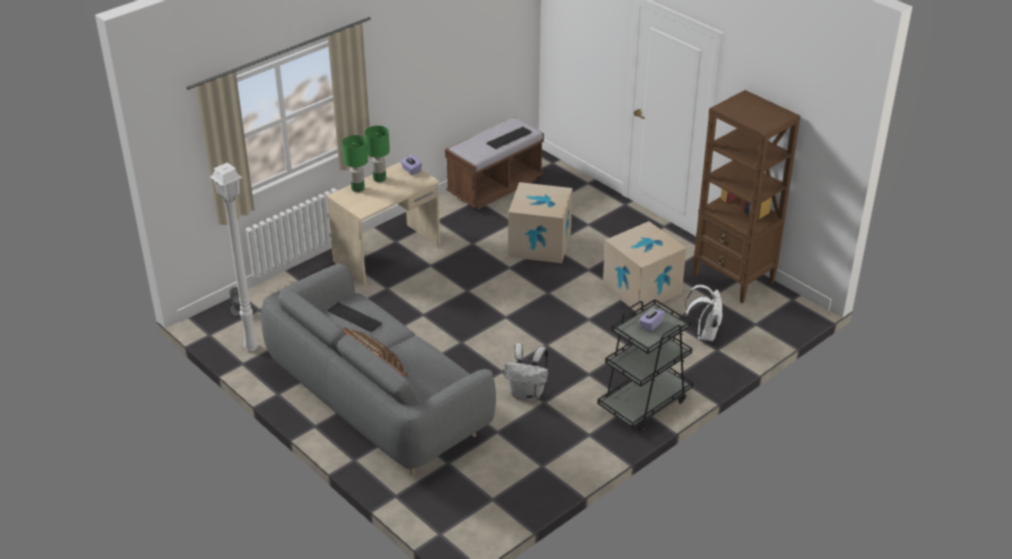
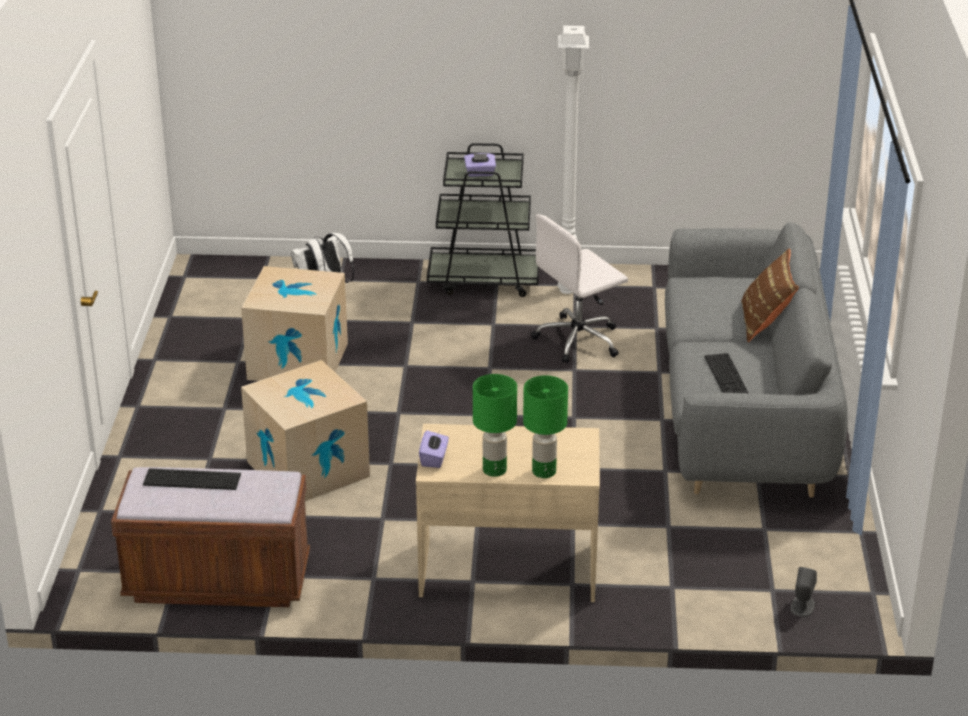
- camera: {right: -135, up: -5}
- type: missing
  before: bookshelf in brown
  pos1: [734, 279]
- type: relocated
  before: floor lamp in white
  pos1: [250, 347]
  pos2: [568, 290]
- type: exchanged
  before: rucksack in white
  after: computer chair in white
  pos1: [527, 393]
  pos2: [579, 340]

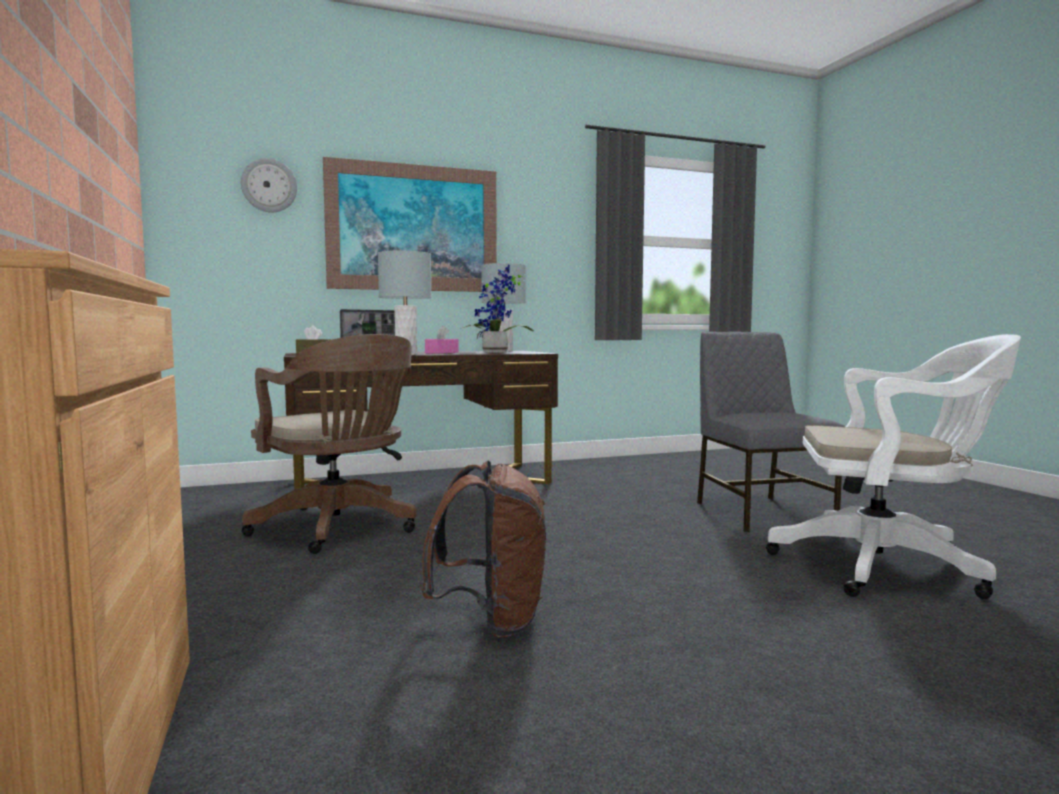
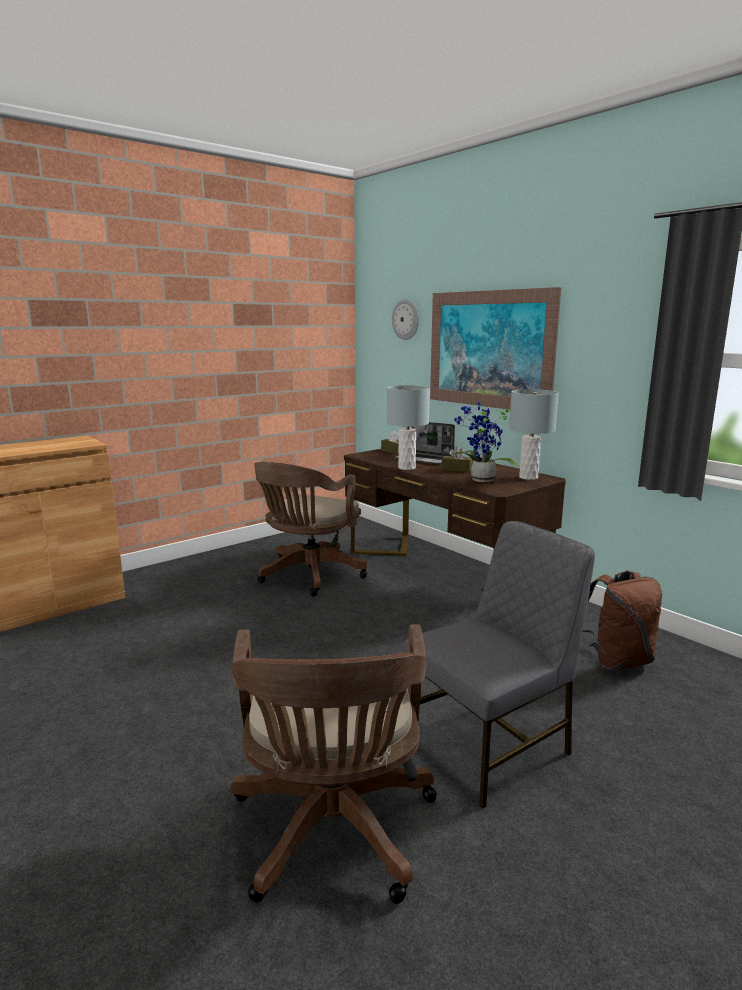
- camera: {right: 70, up: 10}
- type: relocated
  before: rucksack in brown
  pos1: [492, 620]
  pos2: [616, 661]
- type: colour
  before: box of tissues in pink
  after: box of tissues in brown
  pos1: [441, 352]
  pos2: [456, 469]
- type: colour
  before: computer chair in white
  after: computer chair in brown
  pos1: [887, 567]
  pos2: [333, 834]

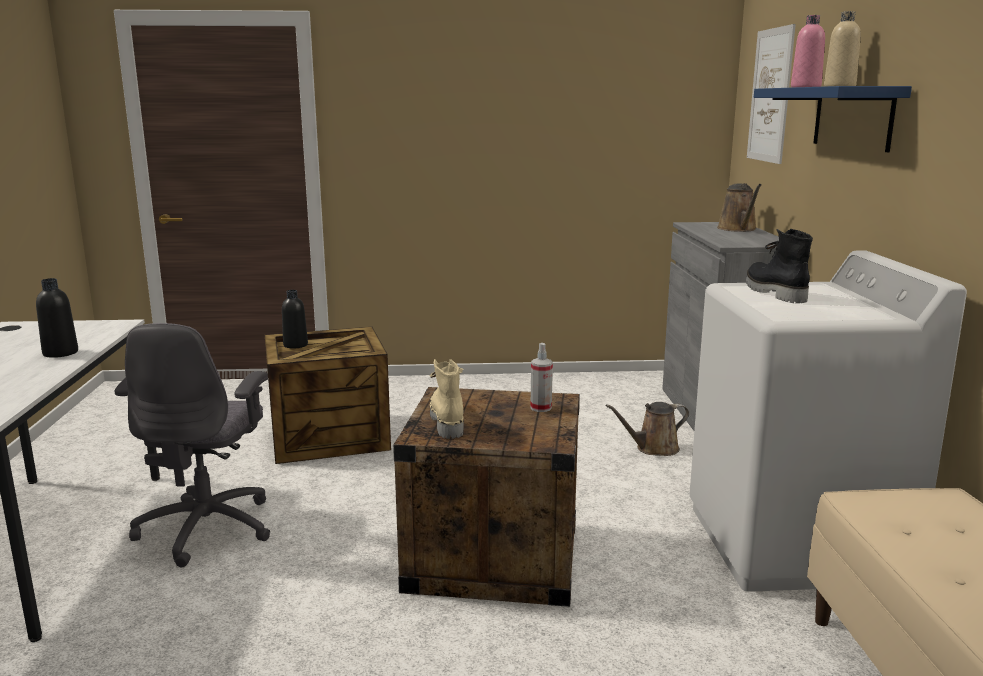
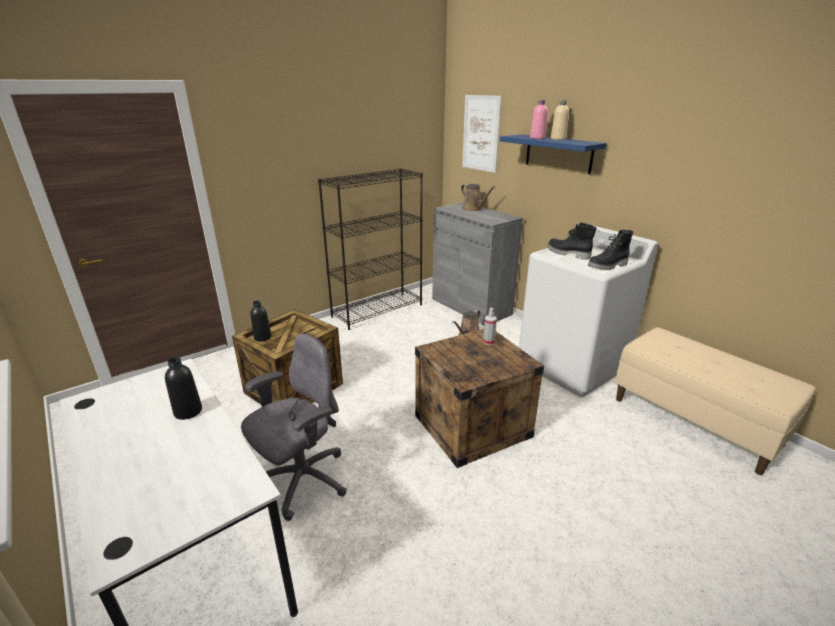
- camera: {right: -35, up: 10}
- type: missing
  before: boot in beige
  pos1: [446, 420]
- type: appeared
  after: bookshelf in blackish
  pos2: [378, 310]
- type: appeared
  after: boot in blackish
  pos2: [608, 266]
- type: spun
  before: computer chair in greyish
  pos1: [208, 528]
  pos2: [301, 481]
  turn: -105

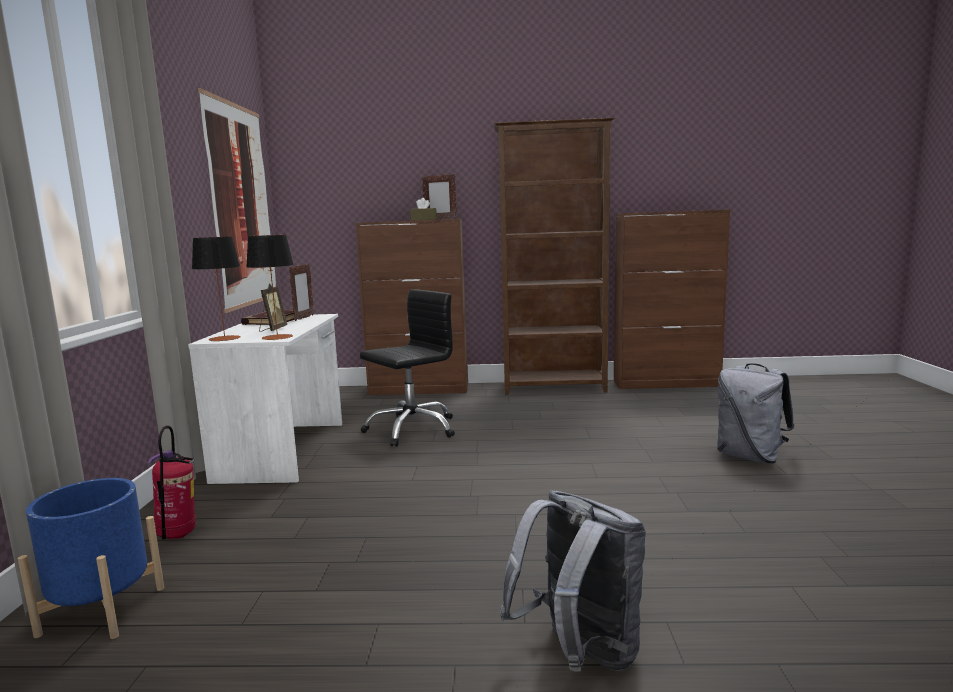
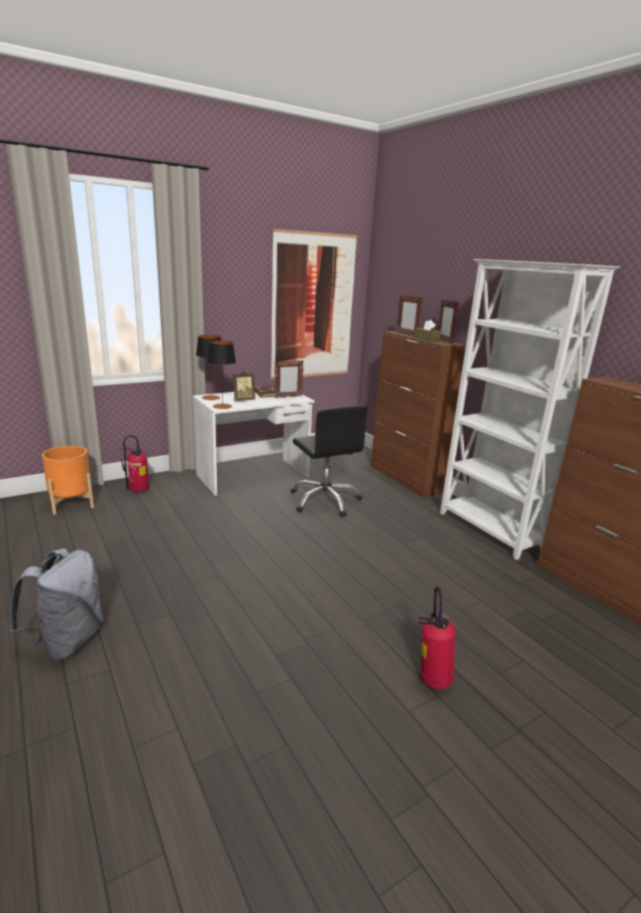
- camera: {right: 55, up: 10}
- type: appeared
  after: picture frame
  pos2: [406, 334]
- type: exchanged
  before: rucksack in greyish
  after: fire-fighting cylinder
  pos1: [750, 456]
  pos2: [432, 679]
- type: colour
  before: planter in bluish
  after: planter in orangey
  pos1: [103, 611]
  pos2: [72, 503]
- type: colour
  before: bookshelf in brown
  after: bookshelf in white
  pos1: [555, 388]
  pos2: [489, 531]
- type: spun
  before: computer chair in blackish
  pos1: [411, 429]
  pos2: [325, 500]
  turn: 45

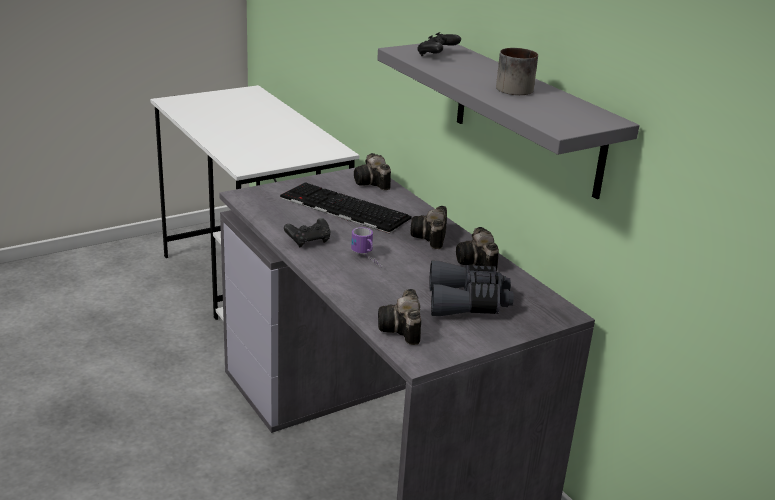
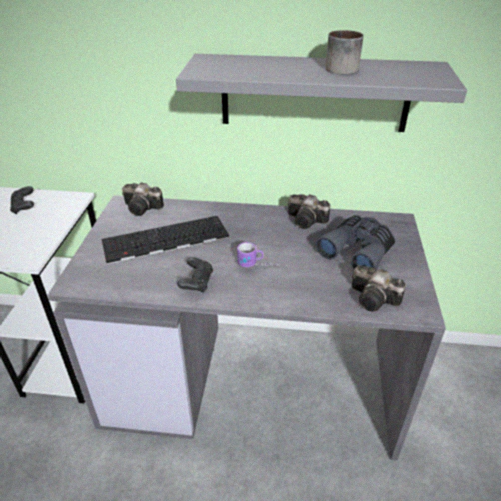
- camera: {right: -50, up: 10}
- type: missing
  before: still camera
  pos1: [430, 238]
- type: relocated
  before: joypad in blackish
  pos1: [437, 55]
  pos2: [24, 207]

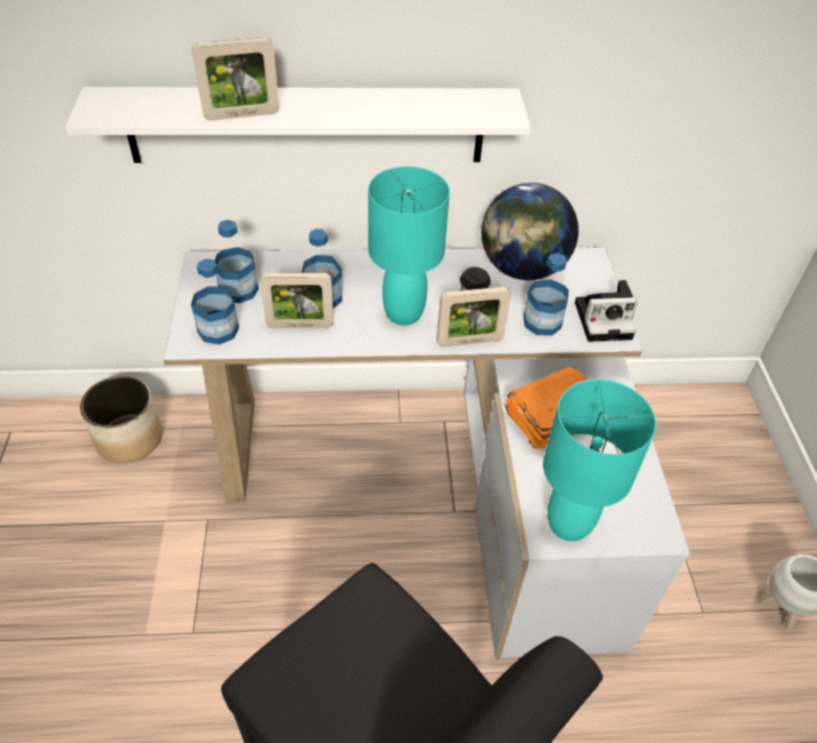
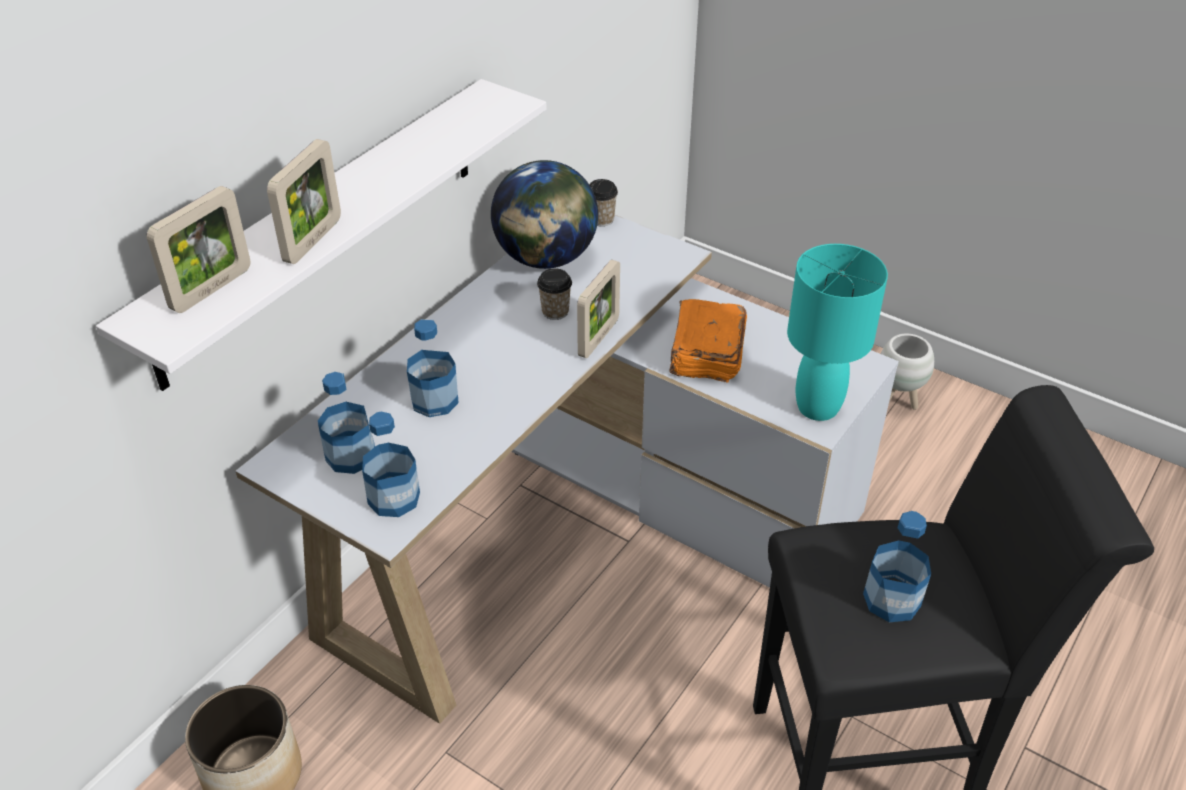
- camera: {right: -50, up: -5}
- type: missing
  before: tabletop lamp in blue-green
  pos1: [403, 313]
- type: missing
  before: still camera
  pos1: [605, 320]
- type: appeared
  after: cup
  pos2: [601, 220]
- type: relocated
  before: picture frame
  pos1: [300, 325]
  pos2: [211, 289]
- type: relocated
  before: bottle
  pos1: [542, 322]
  pos2: [892, 599]

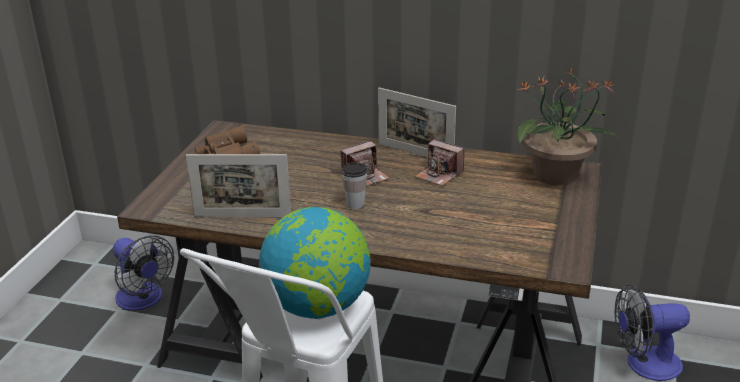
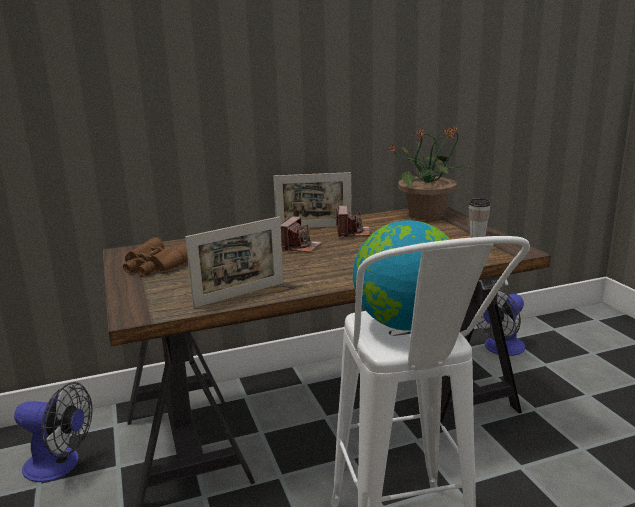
- camera: {right: -35, up: -10}
- type: relocated
  before: cup
  pos1: [355, 204]
  pos2: [477, 234]
- type: spun
  before: still camera
  pos1: [439, 175]
  pos2: [352, 233]
  turn: -90

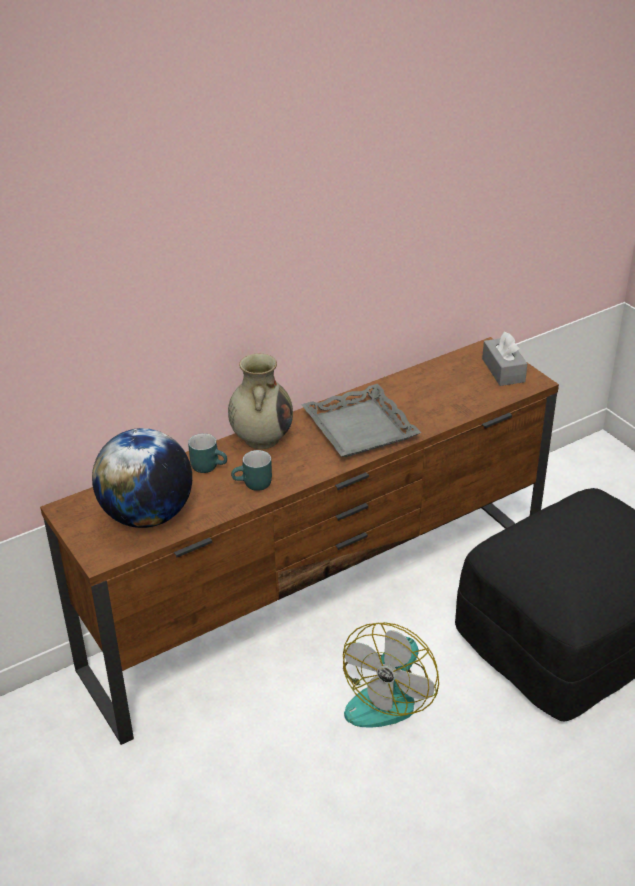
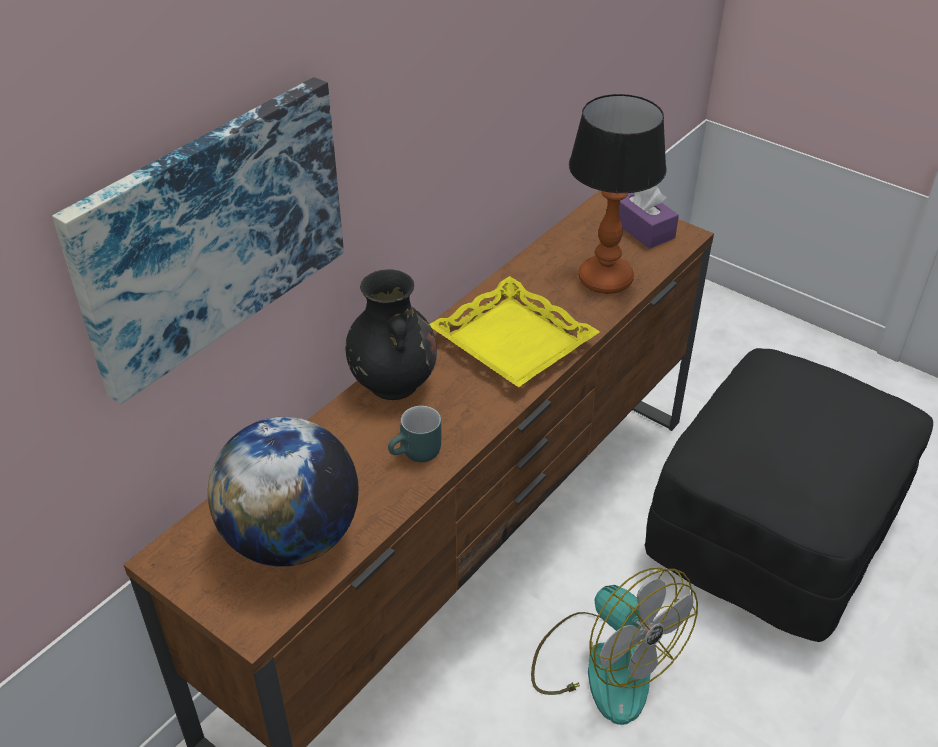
- camera: {right: -20, up: 5}
- type: missing
  before: mug in blue-green
  pos1: [209, 465]
- type: appeared
  after: wall picture
  pos2: [211, 232]
- type: appeared
  after: tabletop lamp
  pos2: [606, 279]
- type: colour
  before: decorative vase in beige
  after: decorative vase in blackish
  pos1: [261, 438]
  pos2: [393, 382]
- type: colour
  before: serving tray in greyish
  after: serving tray in yellow-coloured
  pos1: [359, 428]
  pos2: [512, 341]
- type: colour
  before: box of tissues in greyish
  after: box of tissues in purplish
  pos1: [503, 370]
  pos2: [641, 228]
- type: spun
  before: cooling fan
  pos1: [388, 695]
  pos2: [604, 664]
  turn: -45

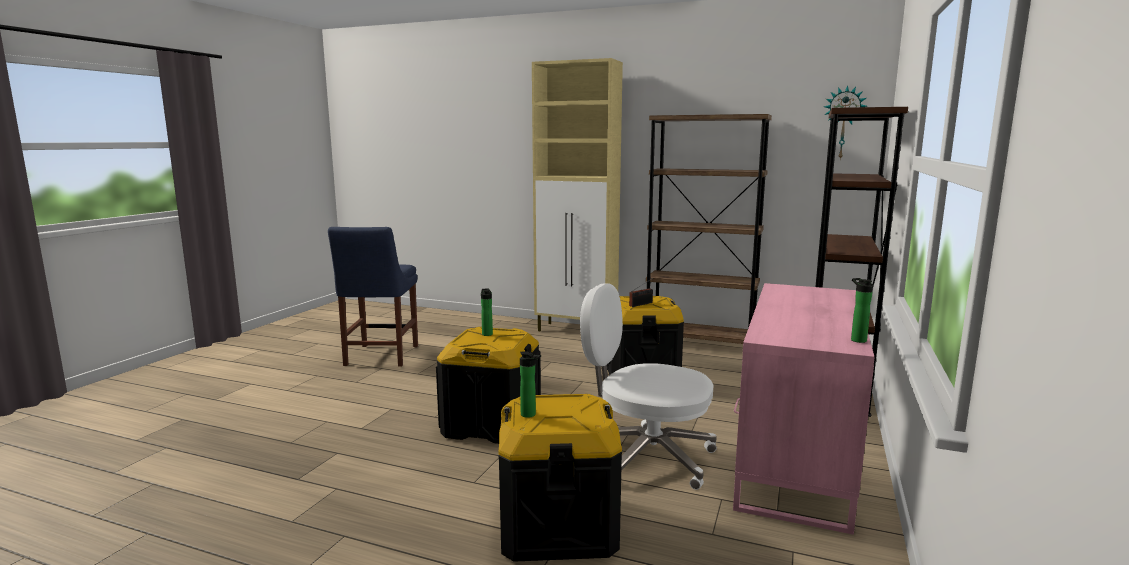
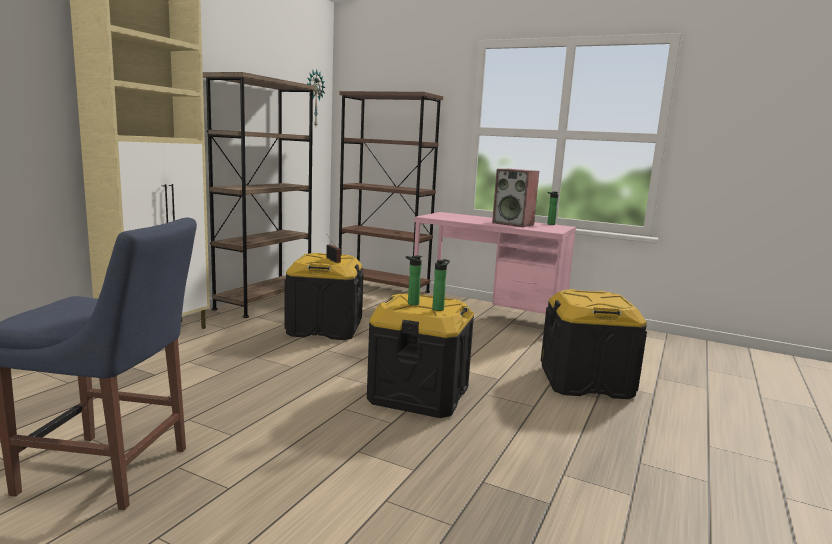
- camera: {right: -85, up: 0}
- type: missing
  before: computer chair in white
  pos1: [646, 457]
- type: appeared
  after: loudspeaker
  pos2: [513, 224]
- type: relocated
  before: bottle
  pos1: [530, 415]
  pos2: [439, 309]

